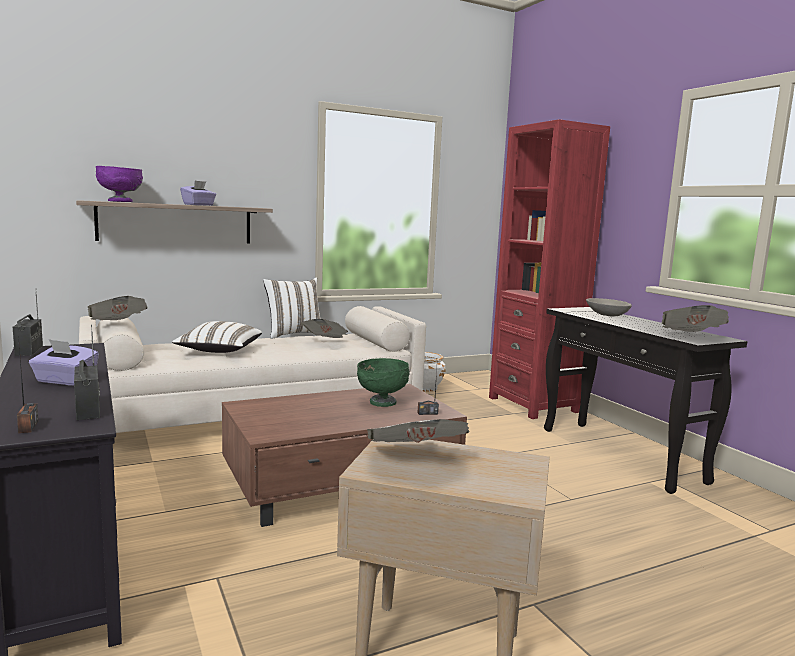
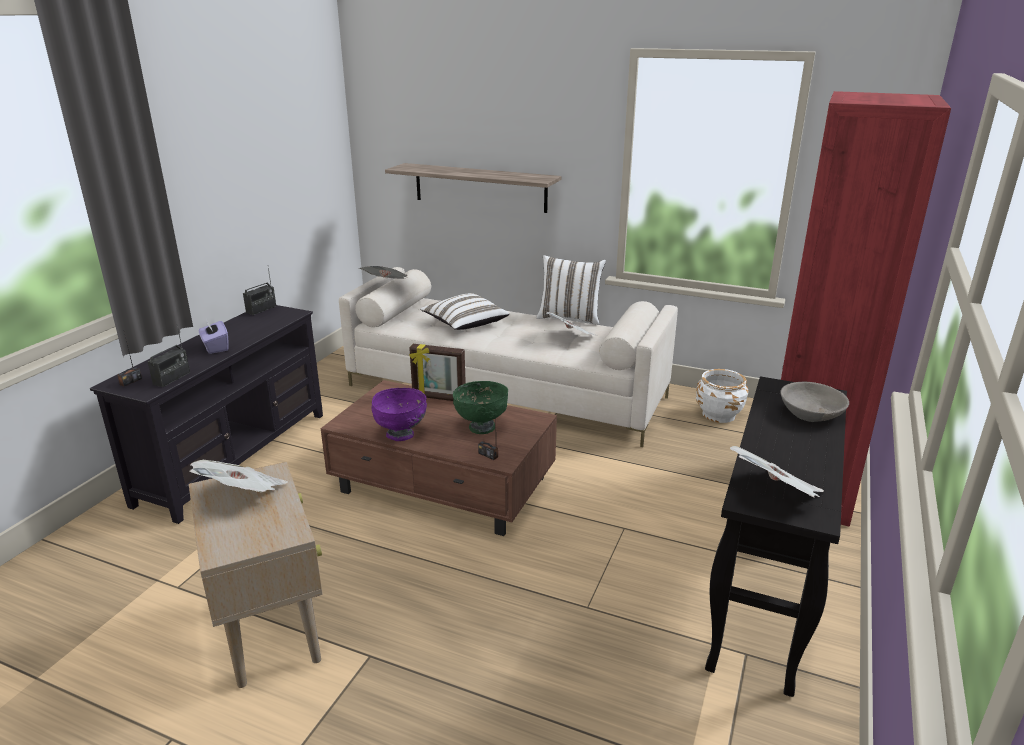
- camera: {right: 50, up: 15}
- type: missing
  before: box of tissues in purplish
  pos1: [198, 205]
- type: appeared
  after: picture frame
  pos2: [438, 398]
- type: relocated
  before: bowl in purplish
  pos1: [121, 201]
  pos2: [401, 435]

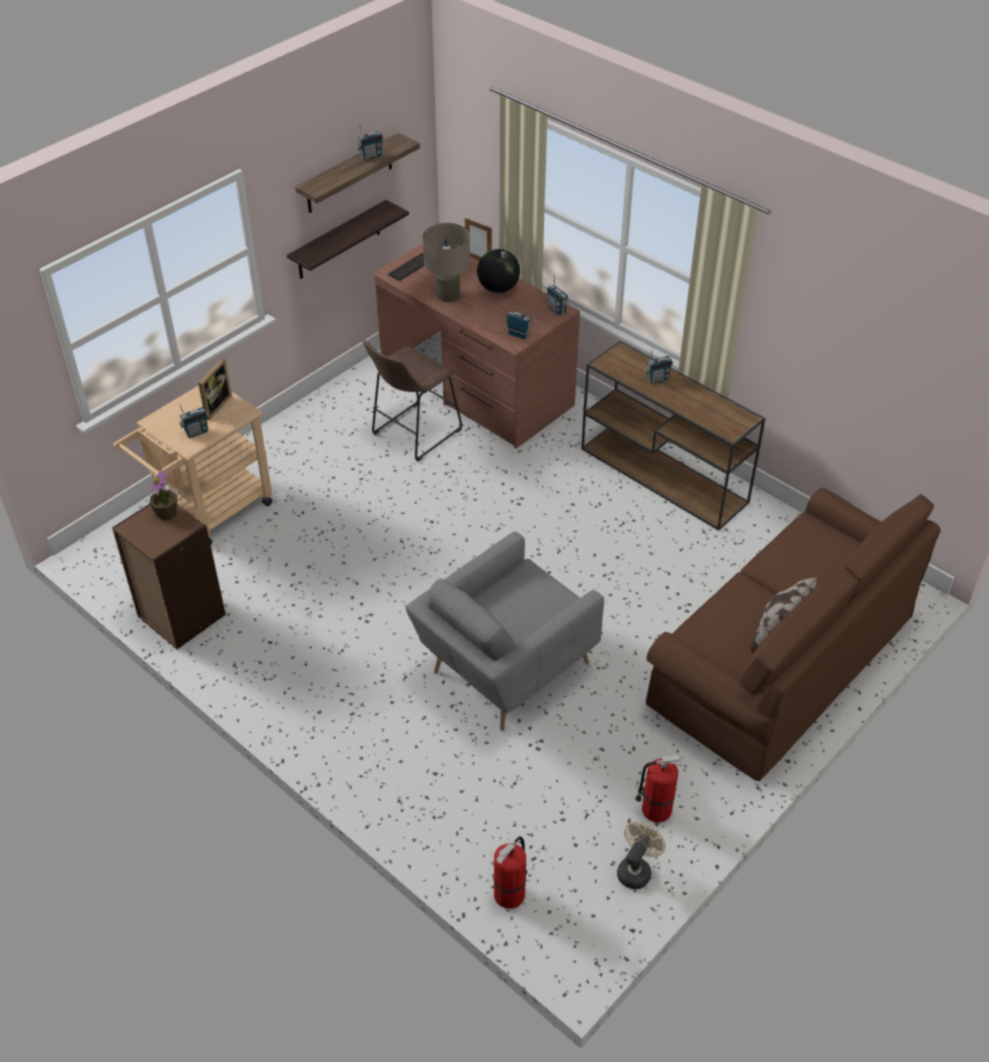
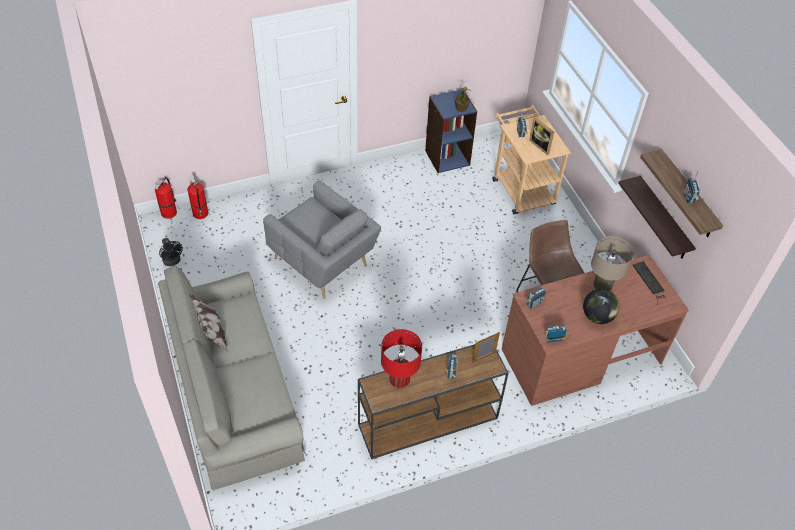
- camera: {right: 115, up: 5}
- type: appeared
  after: tabletop lamp in reddish
  pos2: [399, 379]
- type: relocated
  before: picture frame
  pos1: [478, 260]
  pos2: [483, 358]
- type: relocated
  before: fire-fighting cylinder
  pos1: [655, 809]
  pos2: [169, 212]
- type: colour
  before: bookshelf in brown
  after: bookshelf in bluish
  pos1: [180, 616]
  pos2: [447, 157]
- type: colour
  before: cooling fan in beige
  after: cooling fan in blackish
  pos1: [636, 869]
  pos2: [173, 261]
- type: colour
  before: settee in brown
  after: settee in greyish
  pos1: [781, 660]
  pos2: [237, 394]
- type: spun
  before: armchair in greyish
  pos1: [505, 671]
  pos2: [323, 264]
  turn: 150

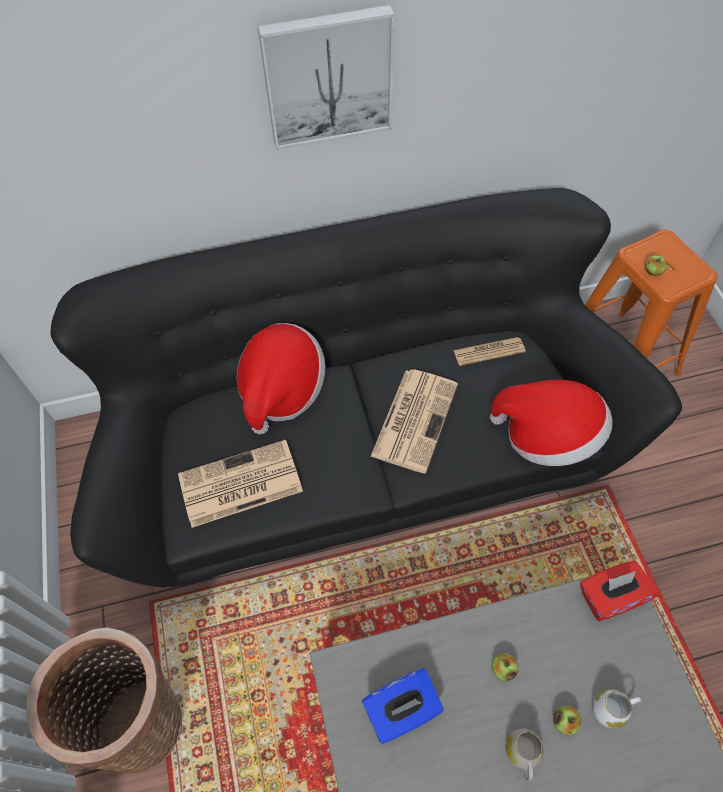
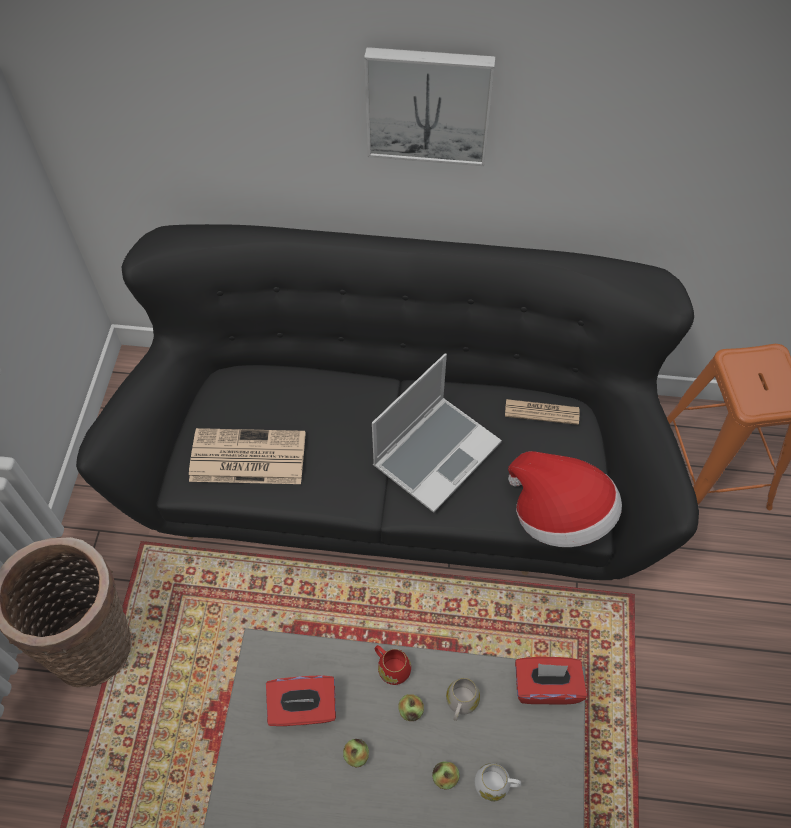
- camera: {right: 20, up: 0}
- type: missing
  before: wearable hat
  pos1: [281, 390]
- type: appeared
  after: mug in reddish
  pos2: [391, 667]
- type: relocated
  before: mug in white
  pos1: [522, 755]
  pos2: [460, 703]
- type: relocated
  before: apple fruit
  pos1: [652, 271]
  pos2: [356, 755]
- type: exchanged
  before: newspaper
  after: portable computer
  pos1: [414, 418]
  pos2: [436, 452]
- type: colour
  before: box of tissues in bluish
  after: box of tissues in reddish
  pos1: [402, 710]
  pos2: [303, 708]

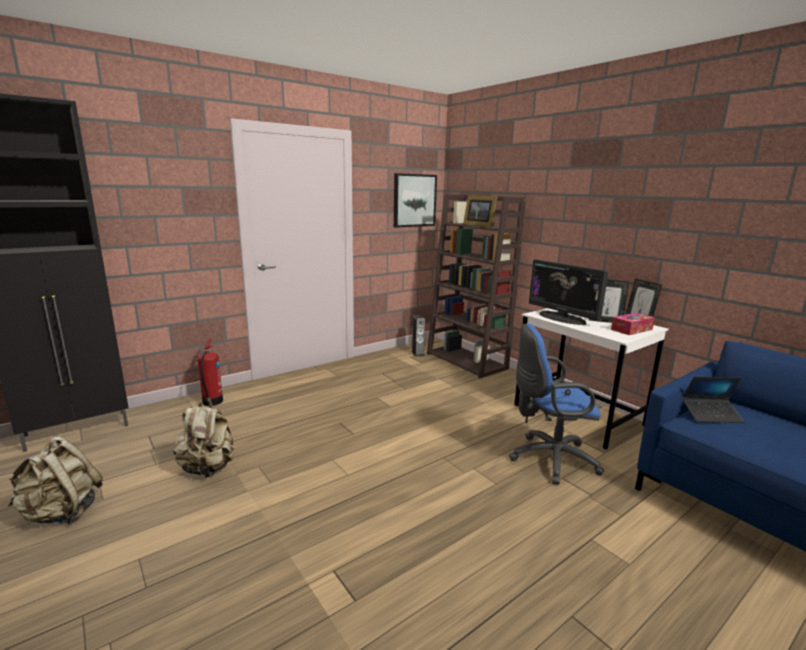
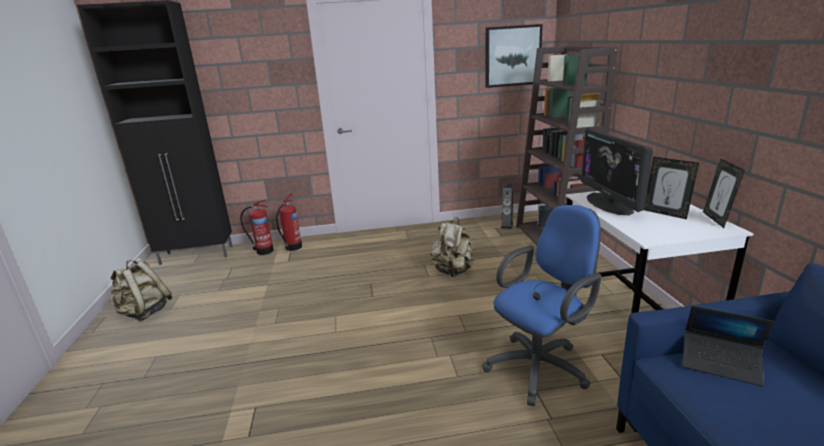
- camera: {right: 30, up: 5}
- type: missing
  before: picture frame
  pos1: [479, 225]
- type: missing
  before: box of tissues
  pos1: [631, 329]
- type: appeared
  after: fire-fighting cylinder
  pos2: [263, 251]
- type: relocated
  before: rucksack in beige
  pos1: [208, 468]
  pos2: [453, 271]
- type: spun
  before: computer chair in bluish
  pos1: [548, 459]
  pos2: [540, 366]
  turn: 120

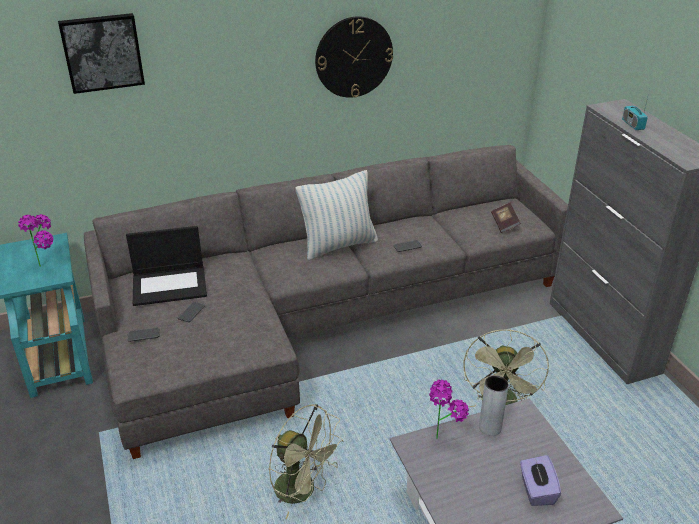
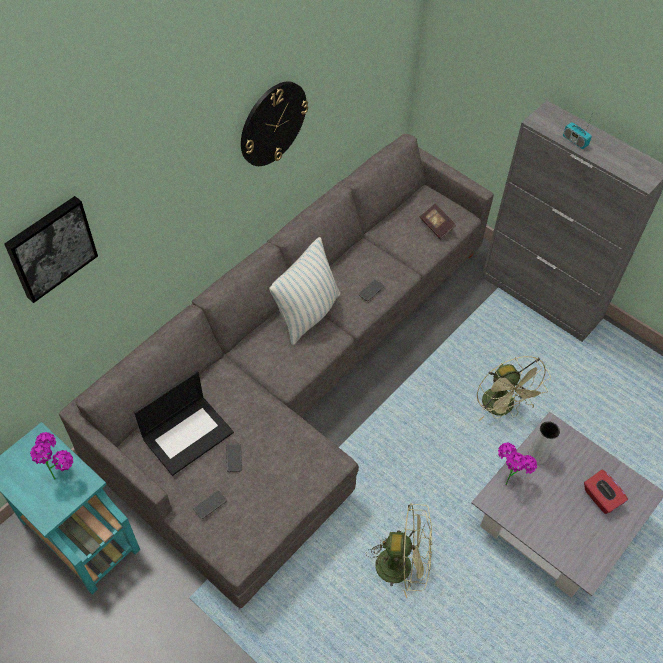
- camera: {right: -30, up: 20}
- type: colour
  before: box of tissues in purplish
  after: box of tissues in reddish
  pos1: [536, 490]
  pos2: [600, 498]

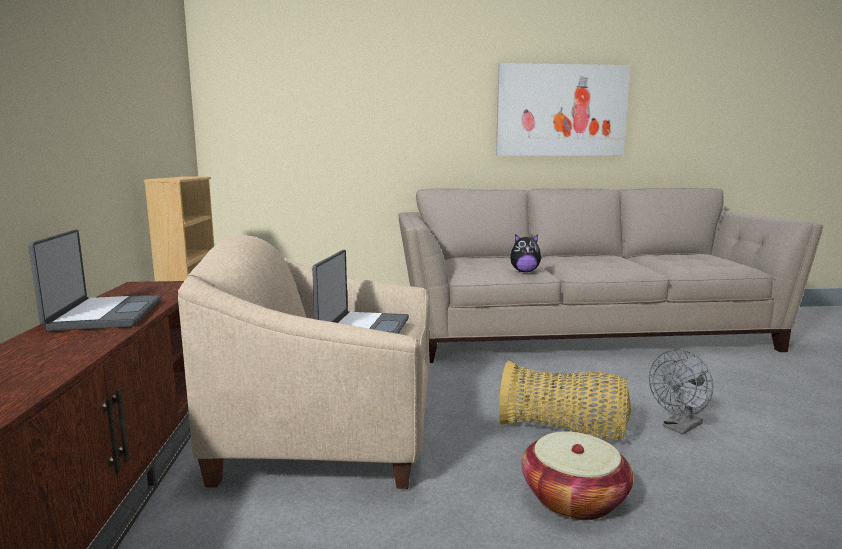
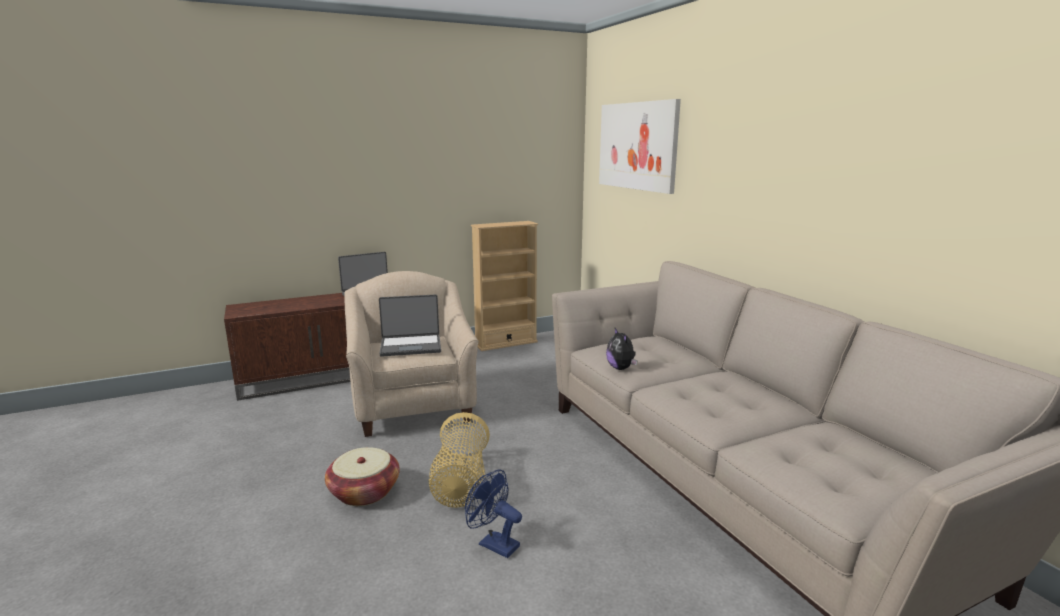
- camera: {right: 70, up: 5}
- type: relocated
  before: wall picture
  pos1: [561, 111]
  pos2: [637, 146]
- type: colour
  before: cooling fan in greyish
  after: cooling fan in bluish
  pos1: [679, 427]
  pos2: [493, 544]

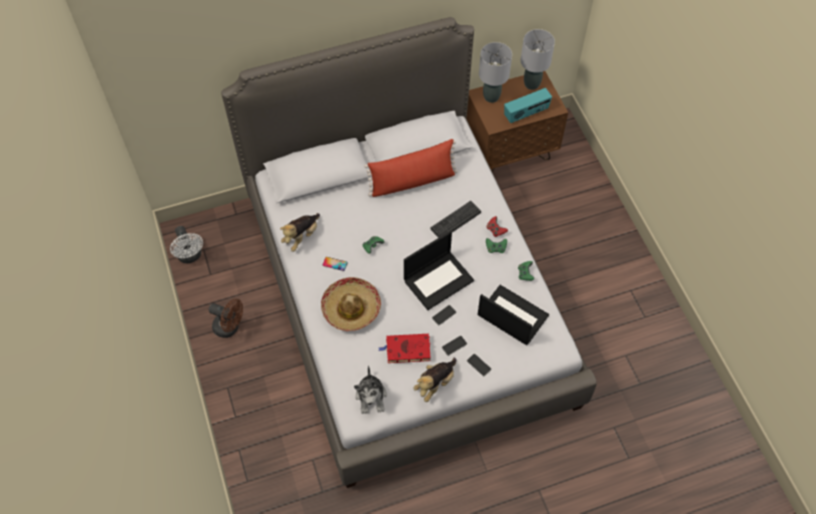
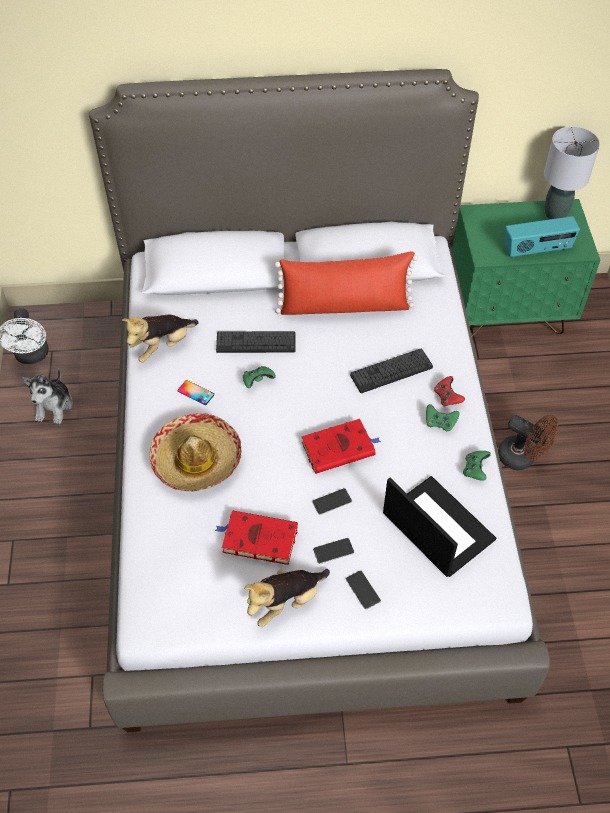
- camera: {right: 15, up: -5}
- type: missing
  before: tabletop lamp in greyish
  pos1: [491, 97]
- type: appeared
  after: computer keyboard
  pos2: [256, 342]
- type: relocated
  before: cooling fan in brown
  pos1: [230, 328]
  pos2: [522, 458]
- type: relocated
  before: cuddly toy
  pos1: [371, 396]
  pos2: [54, 406]
- type: exchanged
  before: portable computer
  after: volume in reddish
  pos1: [438, 279]
  pos2: [340, 448]
- type: colour
  before: night table in brown
  after: night table in green-coloured
  pos1: [510, 151]
  pos2: [508, 313]

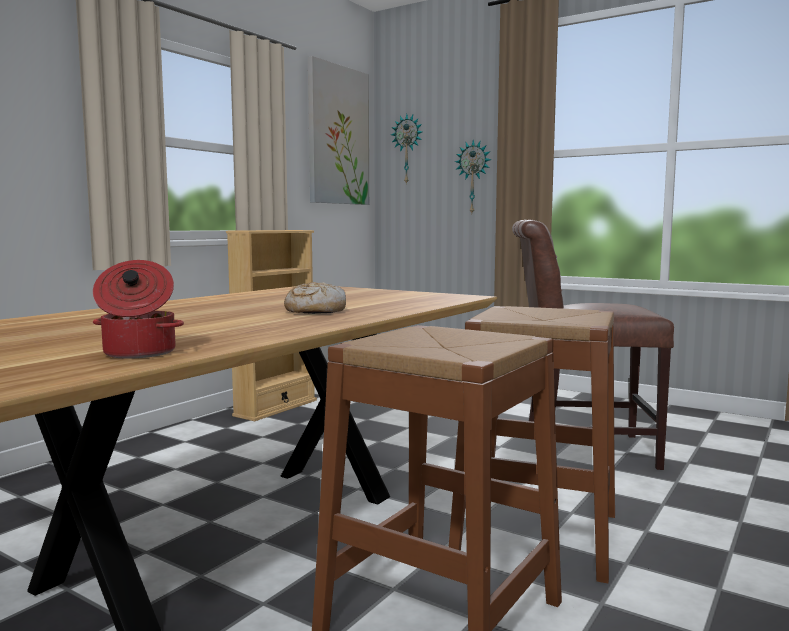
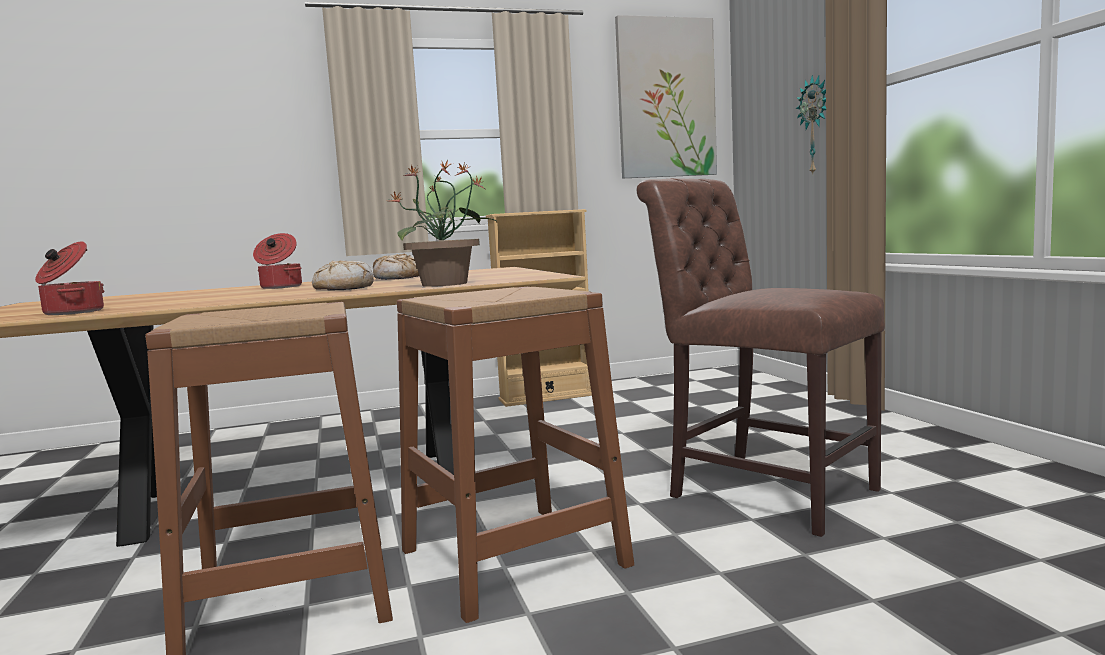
- camera: {right: 40, up: 0}
- type: missing
  before: clock on the wall
  pos1: [408, 149]
- type: appeared
  after: stockpot
  pos2: [280, 287]
- type: appeared
  after: bread
  pos2: [398, 278]
- type: appeared
  after: plant in a pot
  pos2: [446, 284]

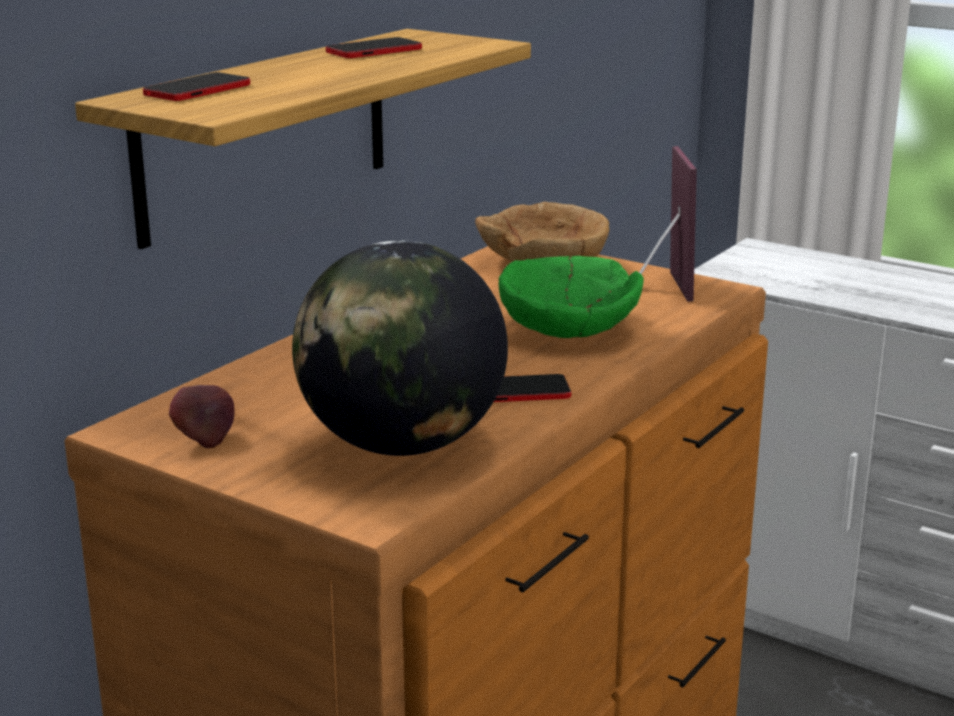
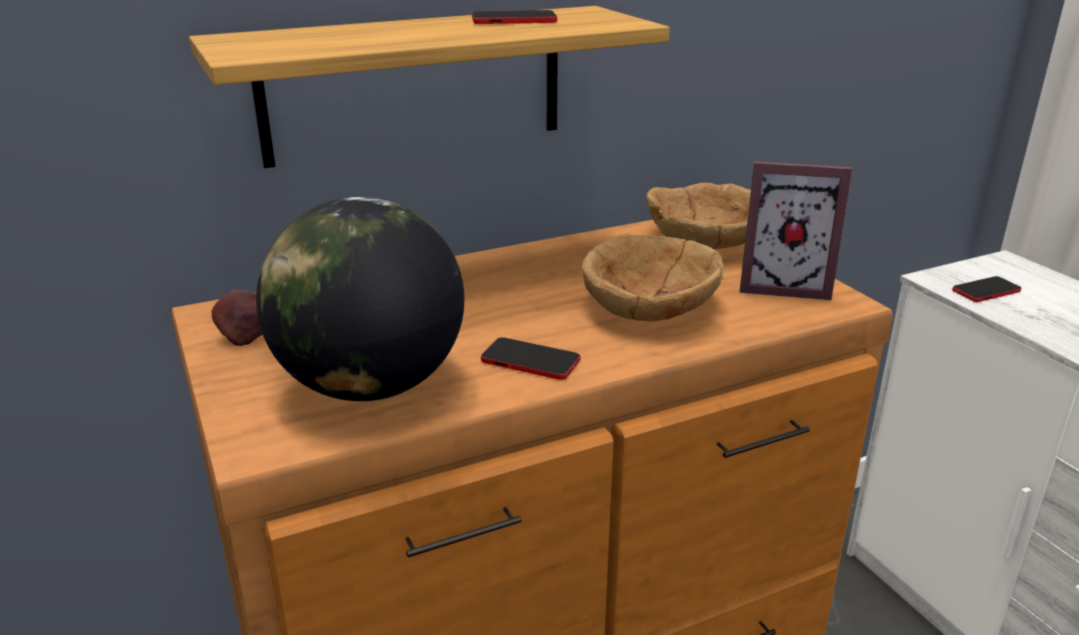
- camera: {right: 30, up: 5}
- type: relocated
  before: phone
  pos1: [197, 90]
  pos2: [986, 291]
- type: colour
  before: bowl in green-coloured
  after: bowl in brown
  pos1: [568, 327]
  pos2: [650, 307]
- type: spun
  before: picture frame
  pos1: [658, 287]
  pos2: [784, 285]
  turn: 75

